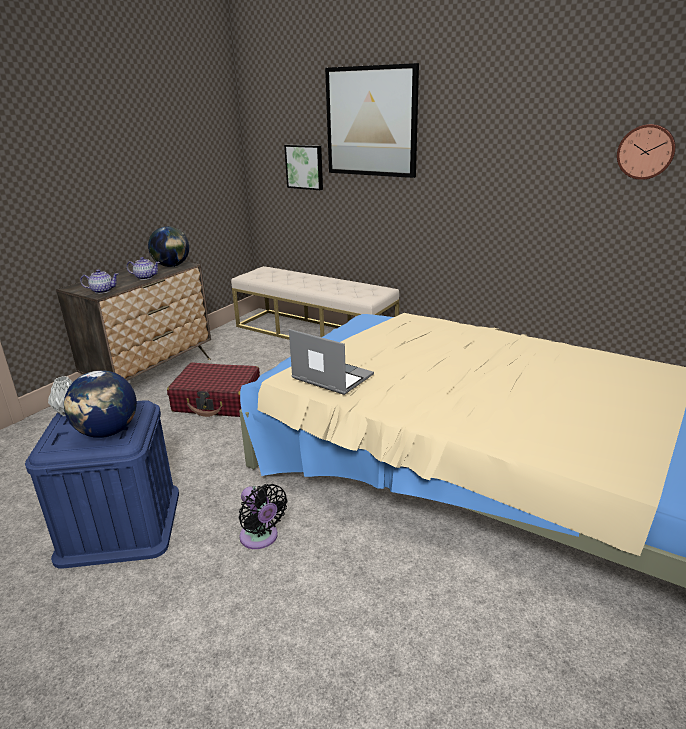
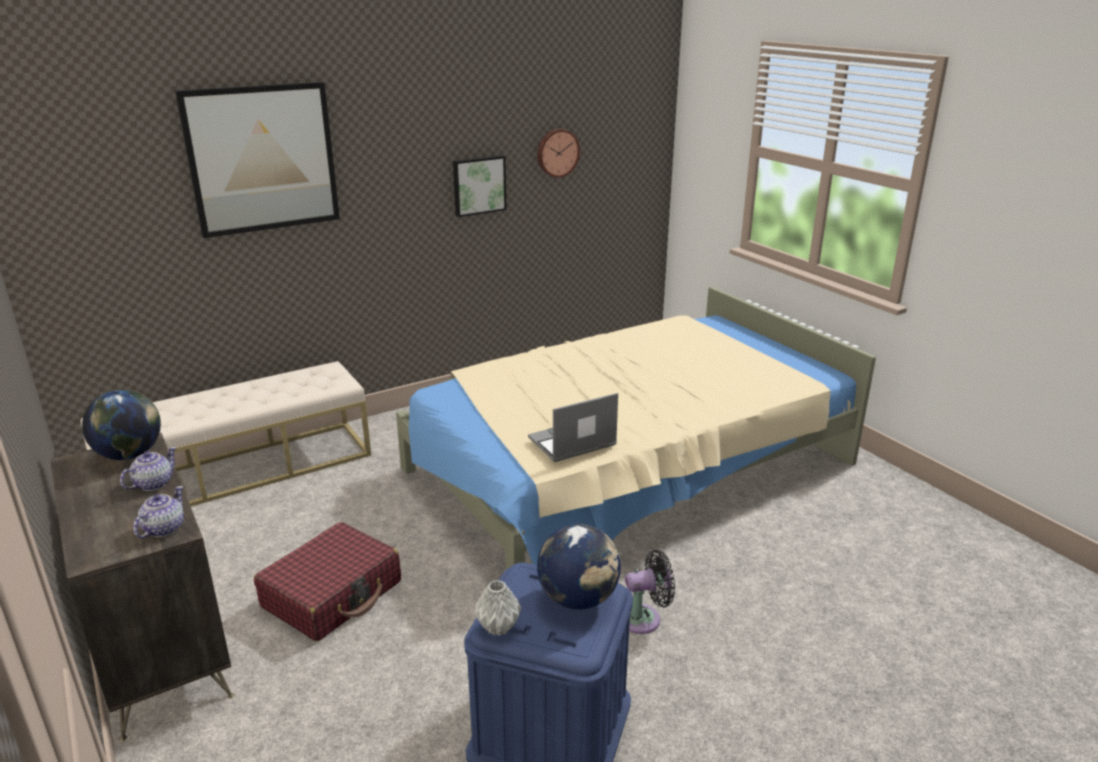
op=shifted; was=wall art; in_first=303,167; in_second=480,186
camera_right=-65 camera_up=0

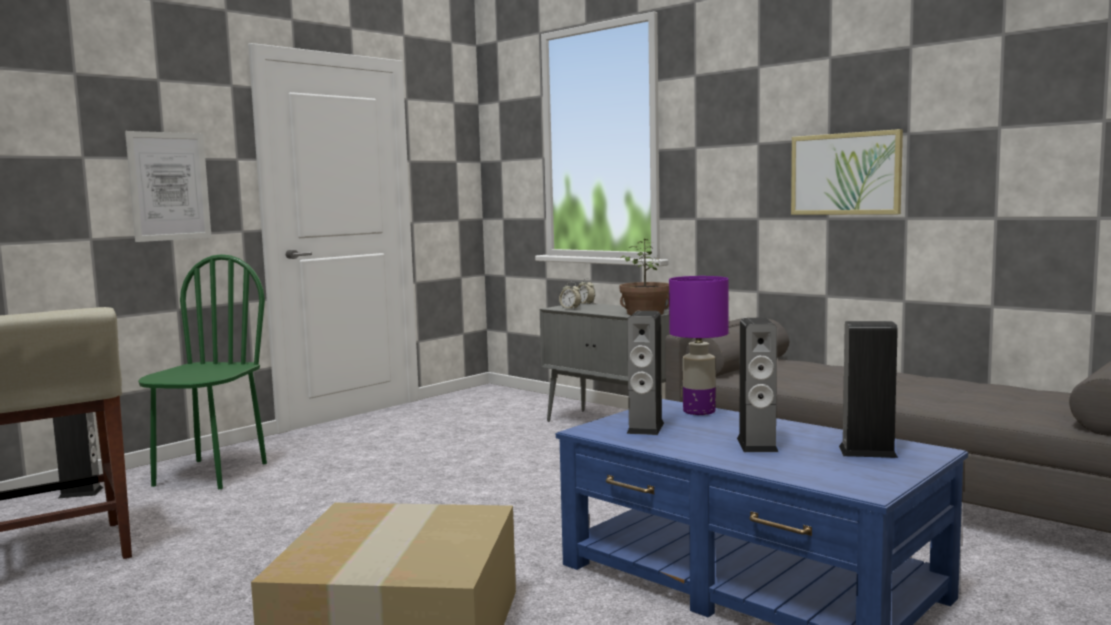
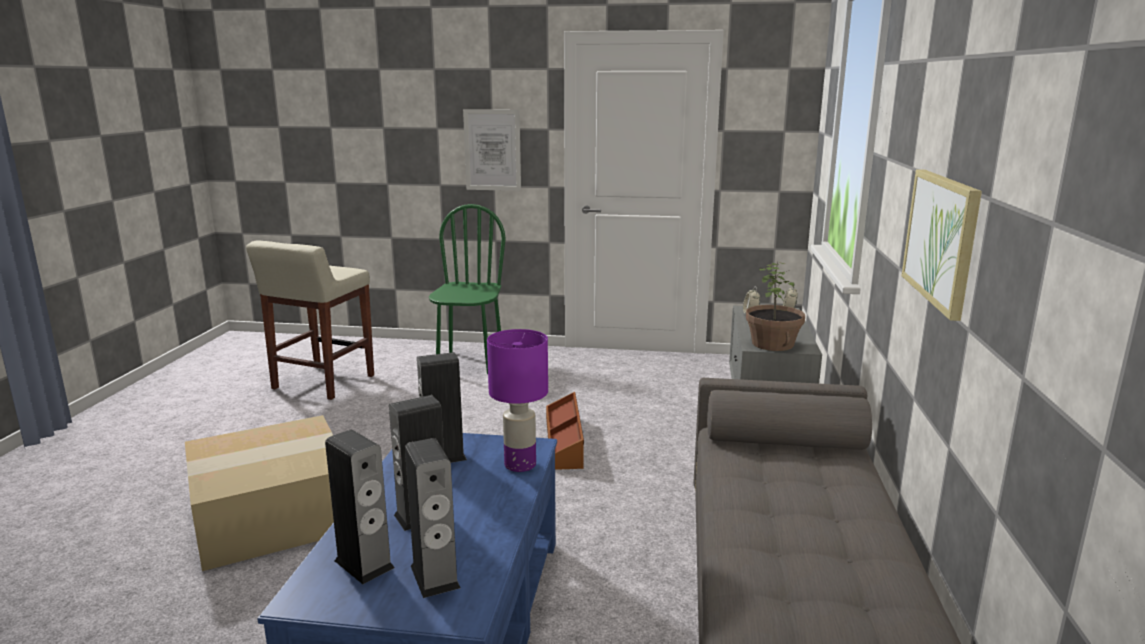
op=shifted; was=loudspeaker; in_first=78,455; in_second=360,507
op=rotated; was=upright chair (green-coloured); in_first=202,371; in_second=467,289; clockwise=-60
op=new; now=storage box (brown-coloured); in_second=565,431
camera_right=55 camera_up=10

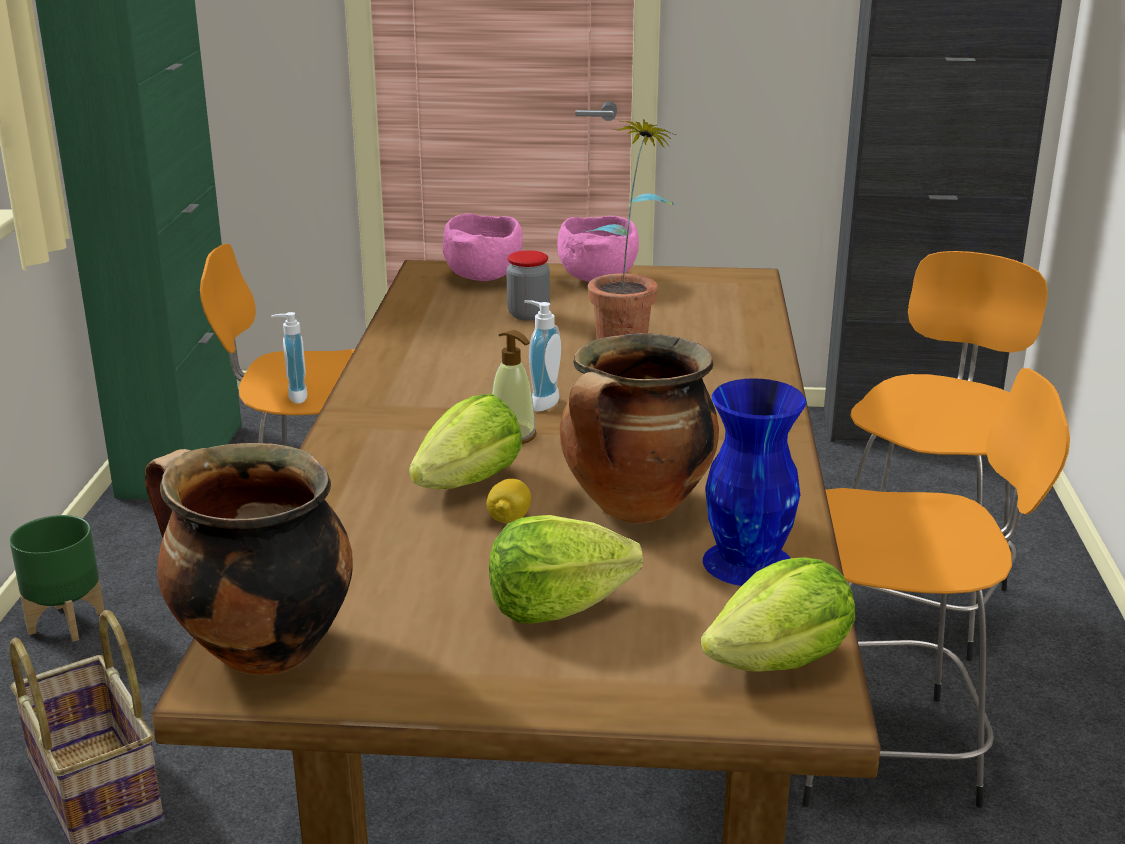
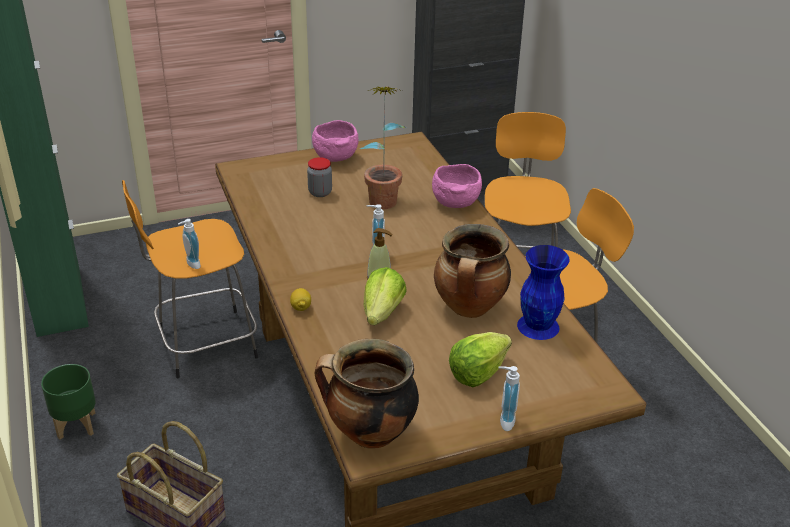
op=shifted; was=serving bowl (pink-coloured); in_first=483,247; in_second=457,186
op=shifted; was=lemon; in_first=508,501; in_second=300,299
op=gone; was=lettuce head; in_first=778,614
op=new; now=soap bottle; in_second=509,398
camera_right=-25 camera_up=10

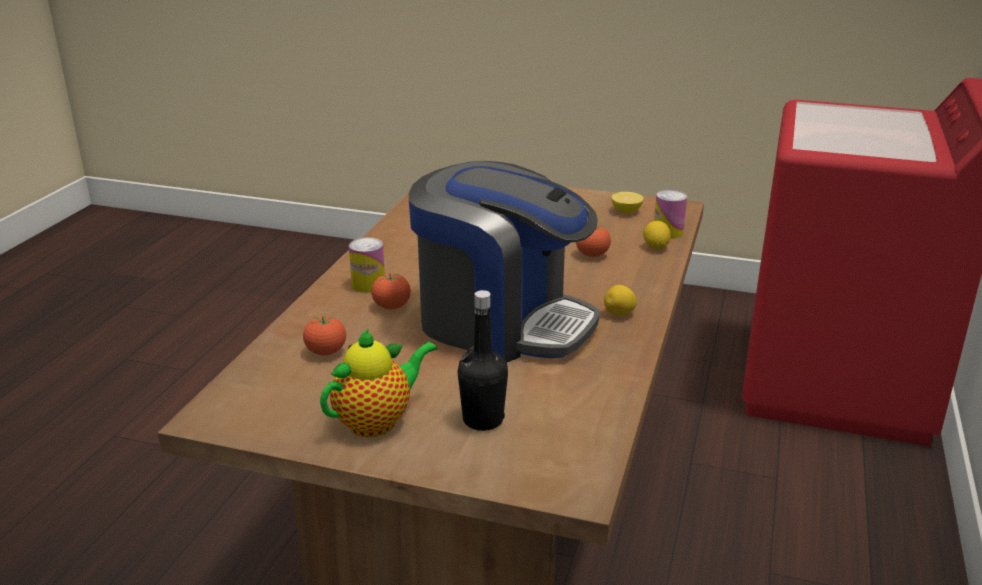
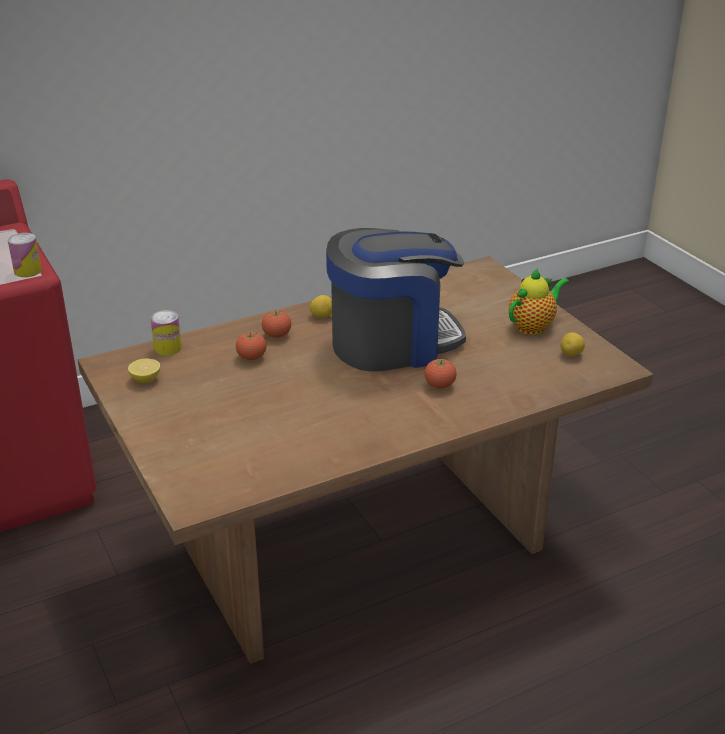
op=shifted; was=fresh tomato; in_first=324,335; in_second=276,324
op=rotated; was=pot for tea; in_first=379,382; in_second=539,301; clockwise=135
op=shifted; was=sealed can; in_first=367,265; in_second=25,255
op=rotated; was=coffee maker; in_first=504,261; in_second=396,299; clockwise=90
op=gone; was=drink bottle (blackish); in_first=482,360
op=shifted; was=lemon; in_first=656,235; in_second=572,344
camera_right=-135 camera_up=5

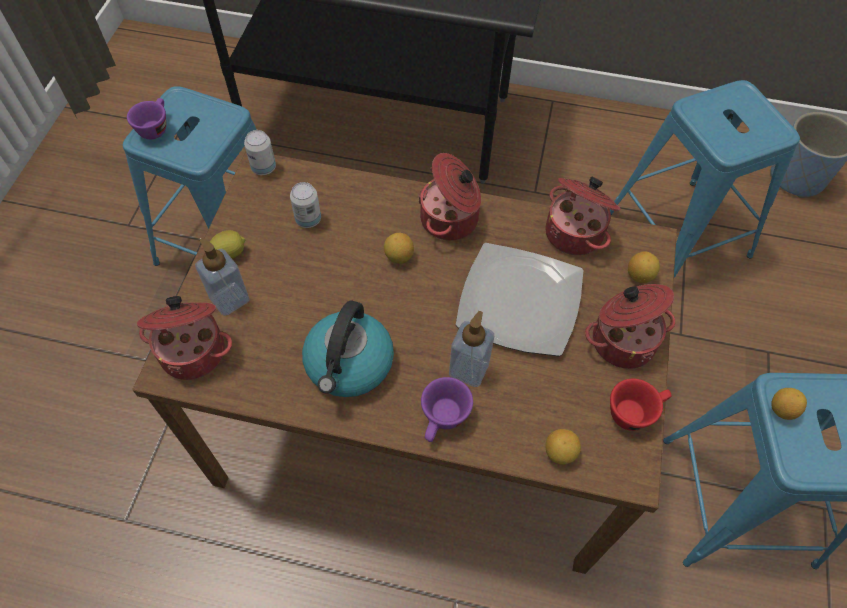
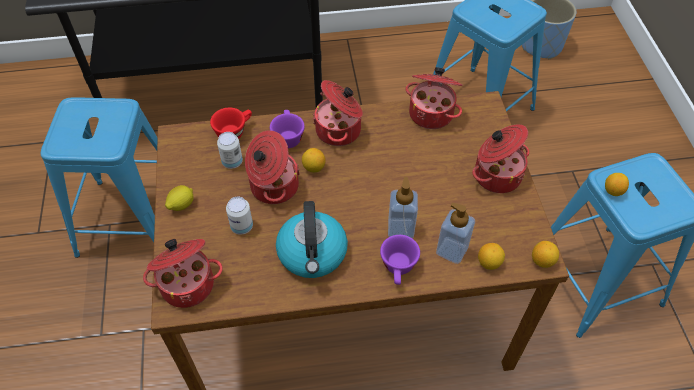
op=shifted; was=cup (purple-coloured); in_first=146,118; in_second=287,129
op=shifted; was=soap bottle; in_first=222,277; in_second=455,233
op=shifted; was=sealed can; in_first=260,152; in_second=239,216
op=gone; was=dinner plate; in_first=519,299
op=shifted; was=cup (red-coloured); in_first=641,405; in_second=231,123
op=shifted; was=lemon; in_first=644,267; in_second=545,254
op=new; now=cooking pot; in_second=272,167
camera_right=-20 camera_up=-5

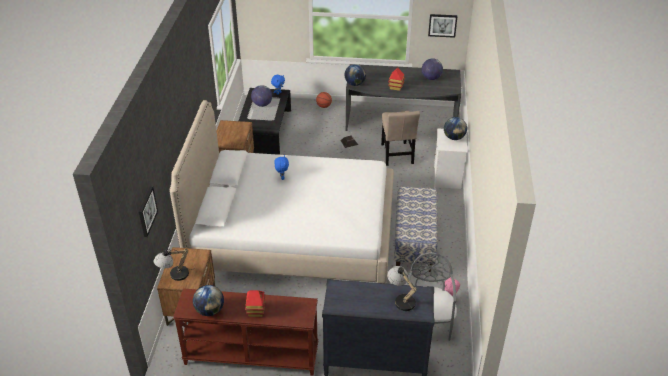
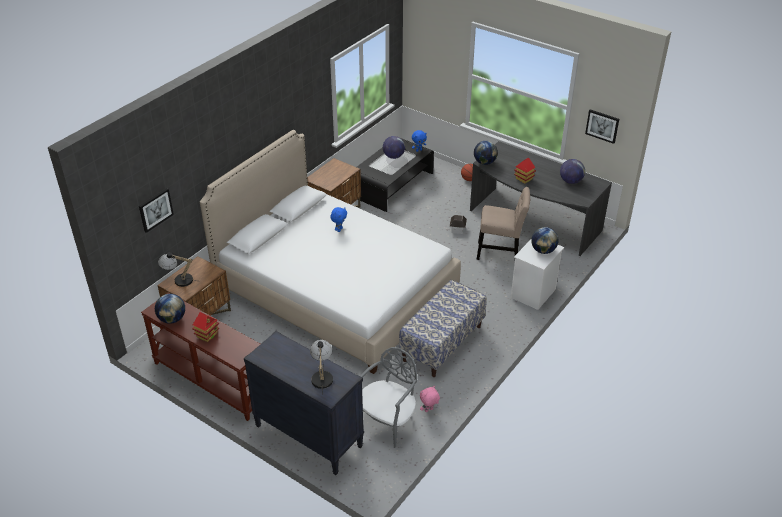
op=rotated; was=upright chair (beige); in_first=400,138; in_second=503,223; clockwise=-105
camera_right=30 camera_up=0

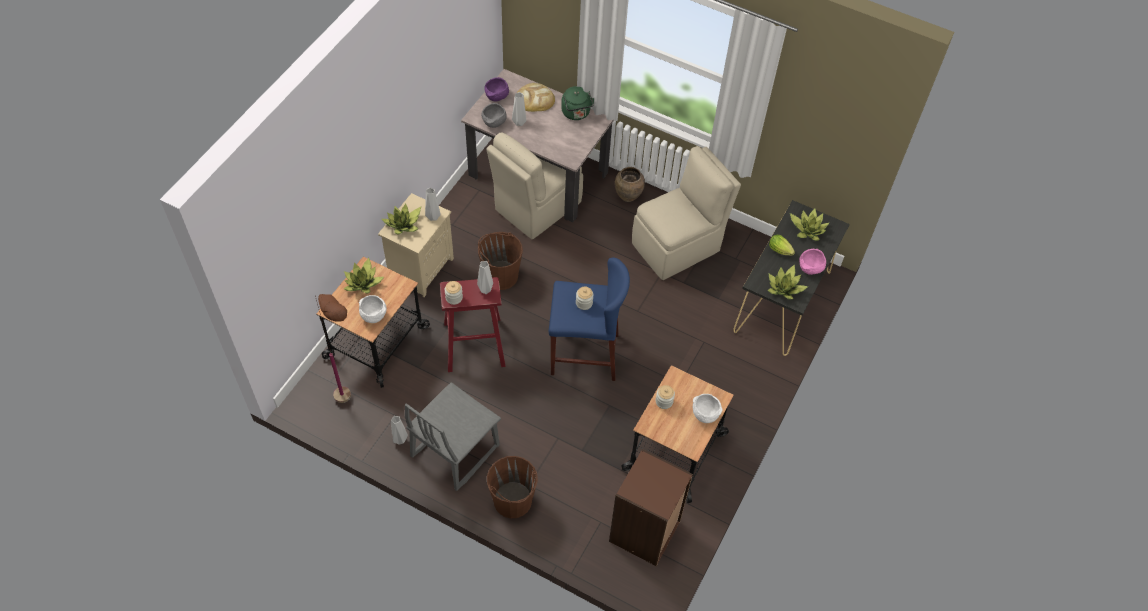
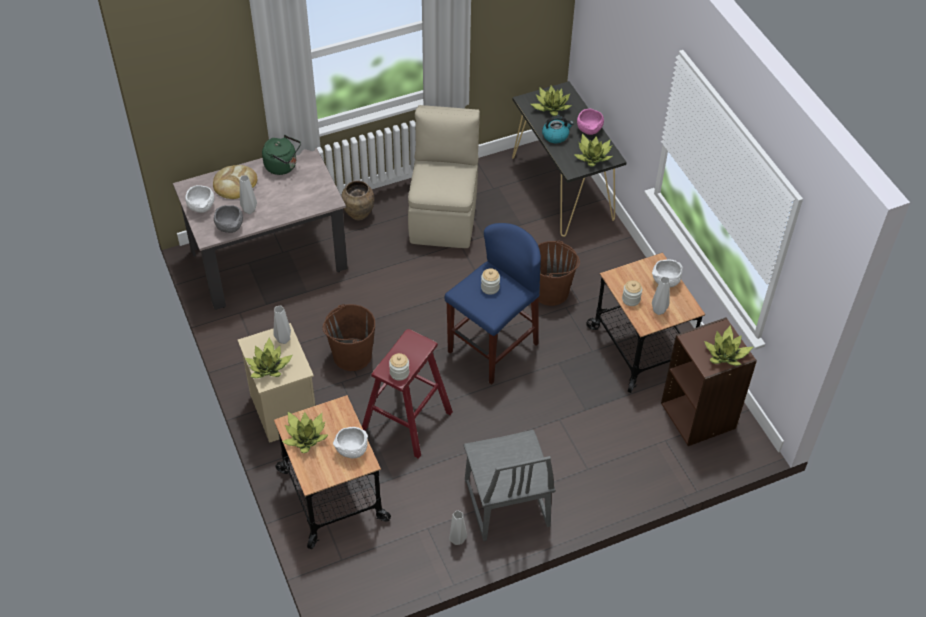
op=gone; was=standing lamp (brown-coloured); in_first=333,348
op=shifted; was=vase (grey); in_first=485,277; in_second=661,296
op=repainted; was=serving bowl (purple-coloured); now=serving bowl (whitish); in_first=496,89; in_second=199,199
op=gone; was=upright chair (beige); in_first=534,185
op=shifted; was=pail (brown-coloured); in_first=512,487; in_second=559,273
op=swapped; was=lettuce head; now=tea kettle; in_first=782,245; in_second=558,129
op=new; now=plant in a pot; in_second=728,345
camera_right=-50 camera_up=-5

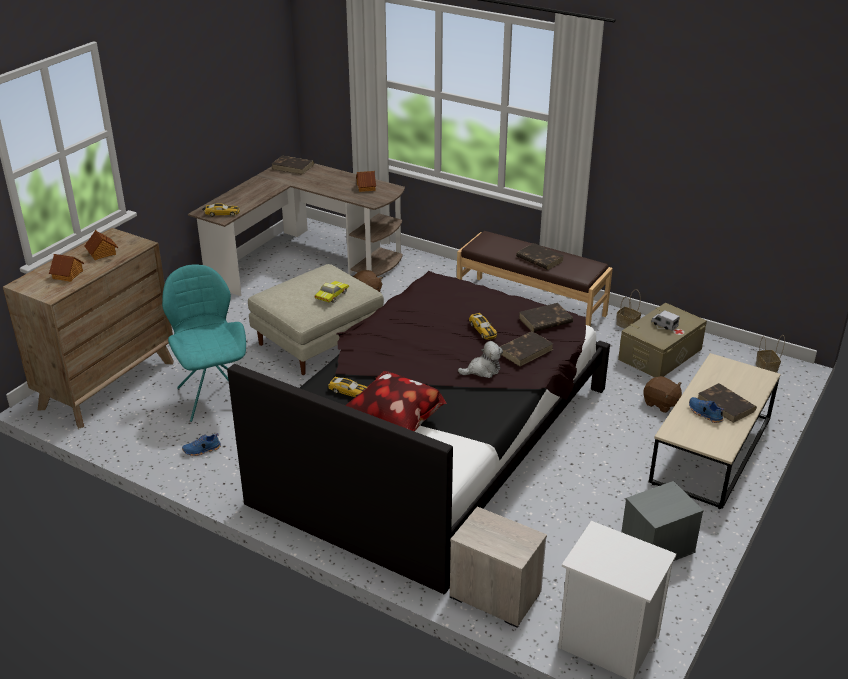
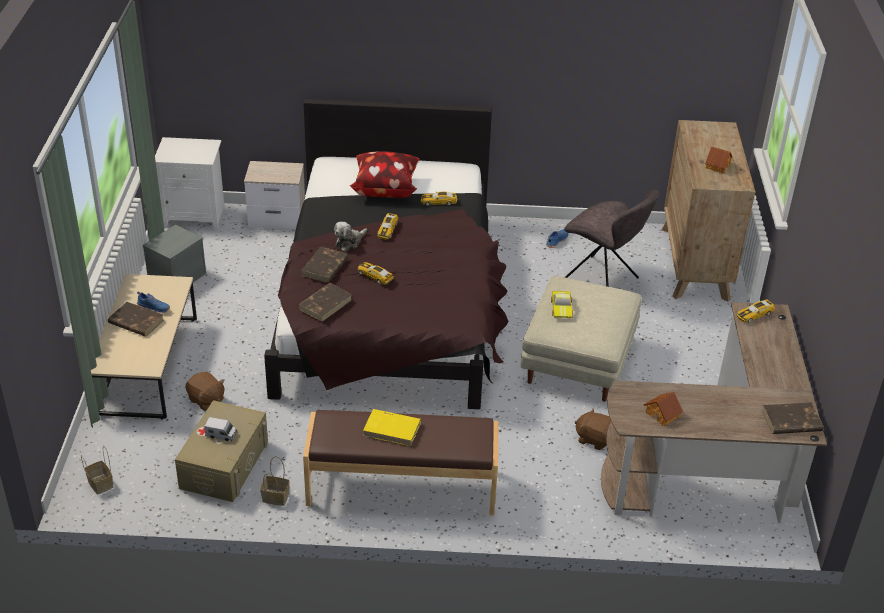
op=gone; was=model house; in_first=66,268
op=repainted; was=upright chair (turquoise-coloured); now=upright chair (grey); in_first=204,343; in_second=612,238
op=repainted; was=volume (brown-coloured); now=volume (yellow-coloured); in_first=540,256; in_second=392,427
op=rotated; was=soft toy (brown-coloured); in_first=662,394; in_second=205,391; clockwise=-150
op=new; now=miniature car; in_second=387,226
camera_right=150 camera_up=5

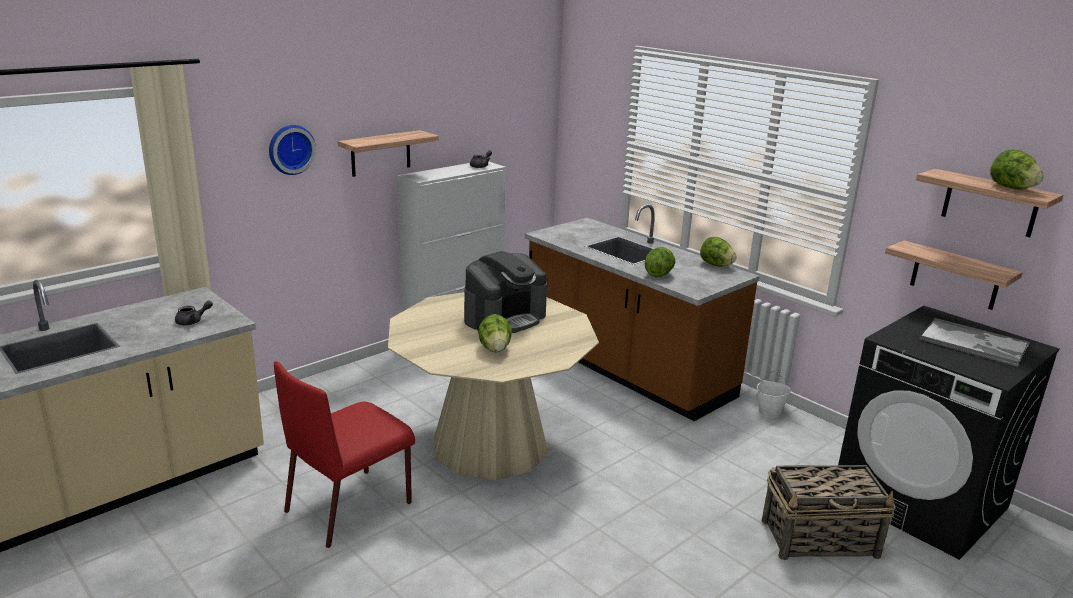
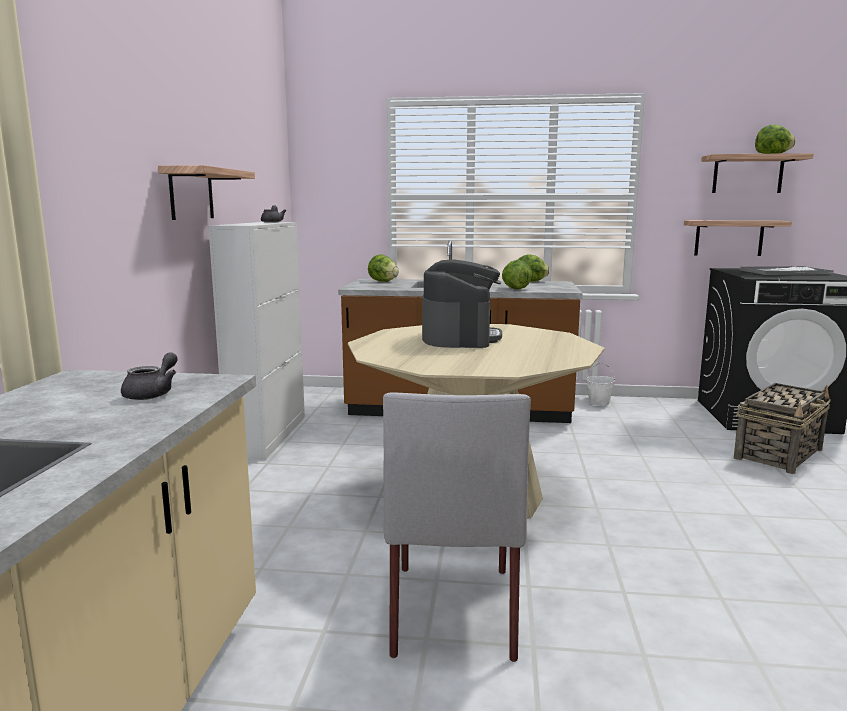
op=gone; was=hanging clock; in_first=292,150
op=repainted; was=upright chair (red-coloured); now=upright chair (grey); in_first=344,454; in_second=457,527
op=shifted; was=lettuce head; in_first=495,333; in_second=383,268
camera_right=-40 camera_up=-10

